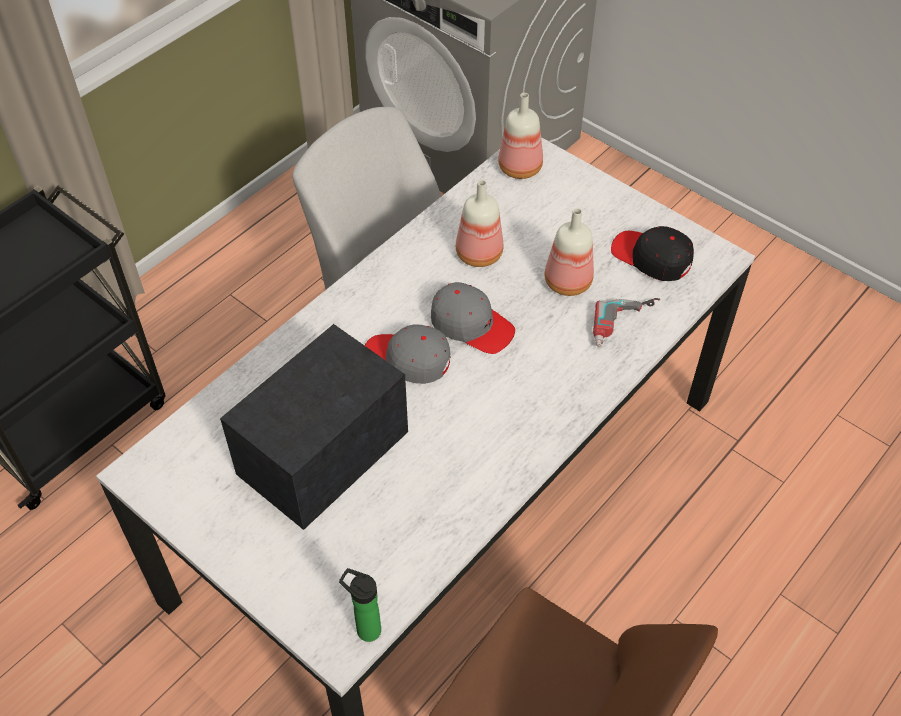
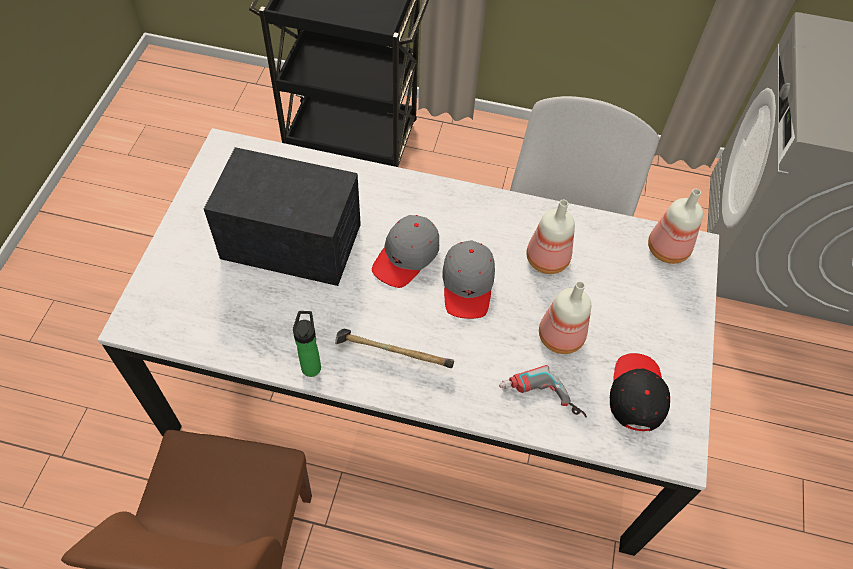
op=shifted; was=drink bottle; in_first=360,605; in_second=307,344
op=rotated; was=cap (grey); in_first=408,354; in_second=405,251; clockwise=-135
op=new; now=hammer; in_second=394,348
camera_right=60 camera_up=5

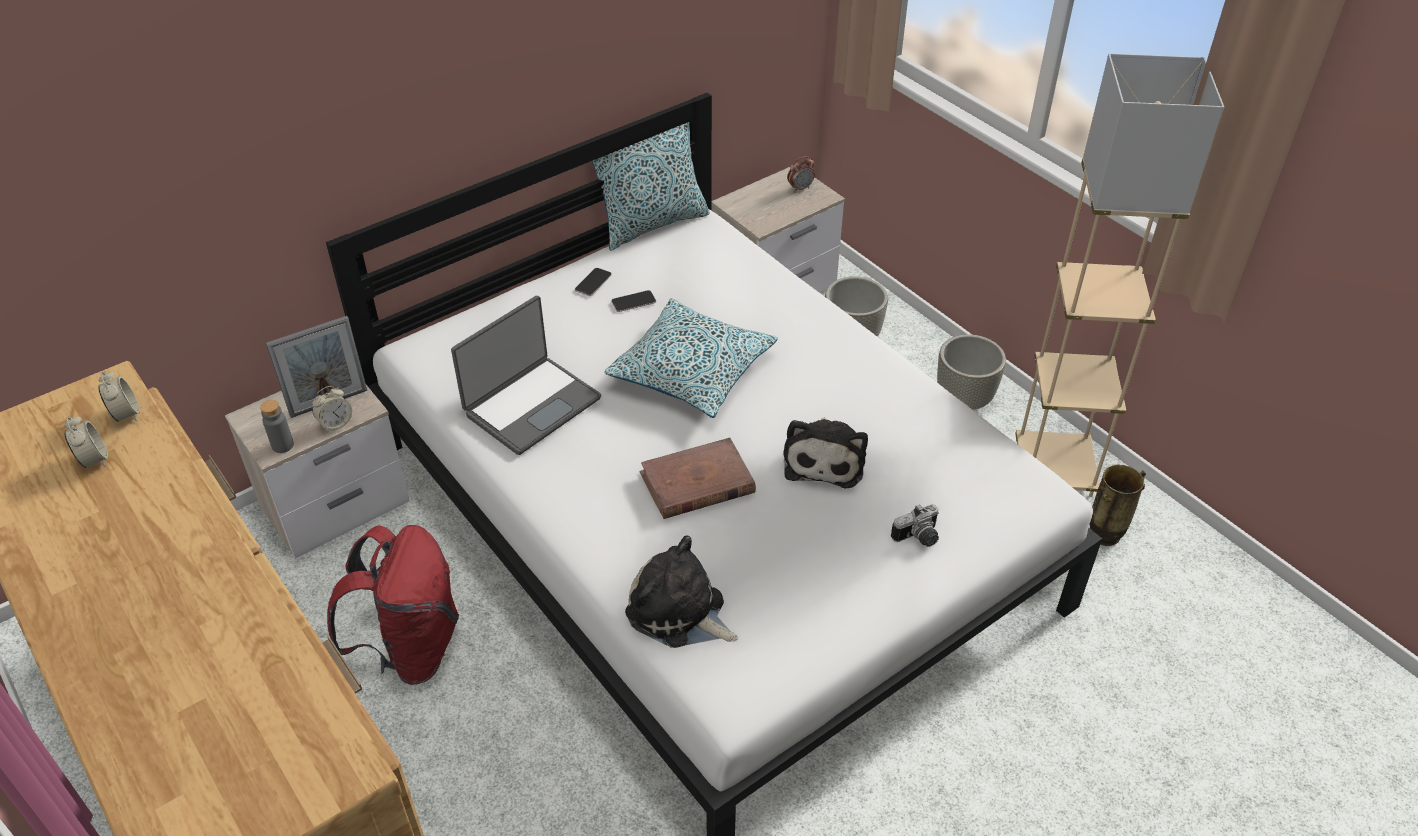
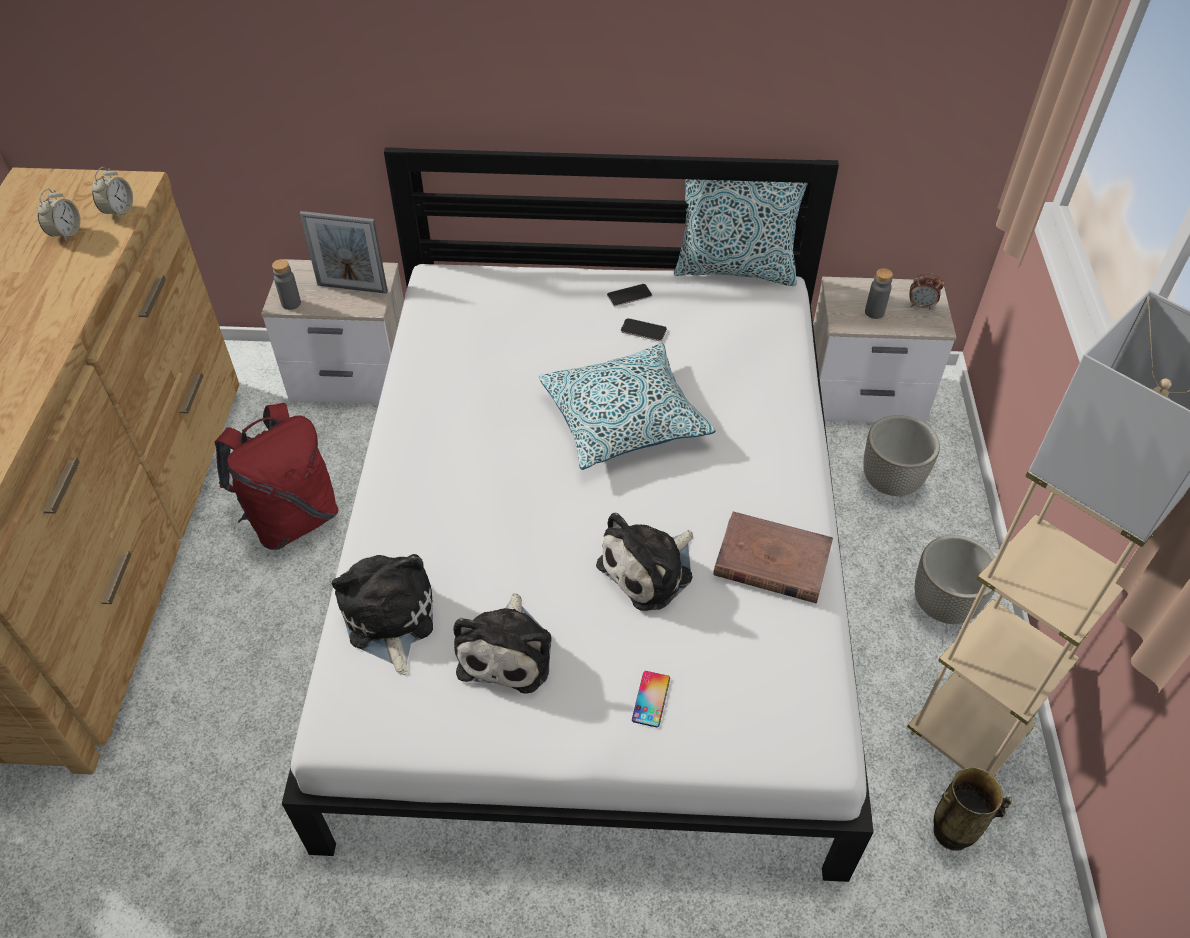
op=gone; was=bedside clock; in_first=332,409
op=gone; was=notebook computer; in_first=526,375
op=shifted; was=volume (brown-coloured); in_first=697,478; in_second=773,557
op=swapped; was=still camera; now=phone; in_first=915,525; in_second=651,699
op=new; now=soft toy; in_second=502,643
op=new; now=drink bottle (grey); in_second=879,293
camera_right=40 camera_up=5

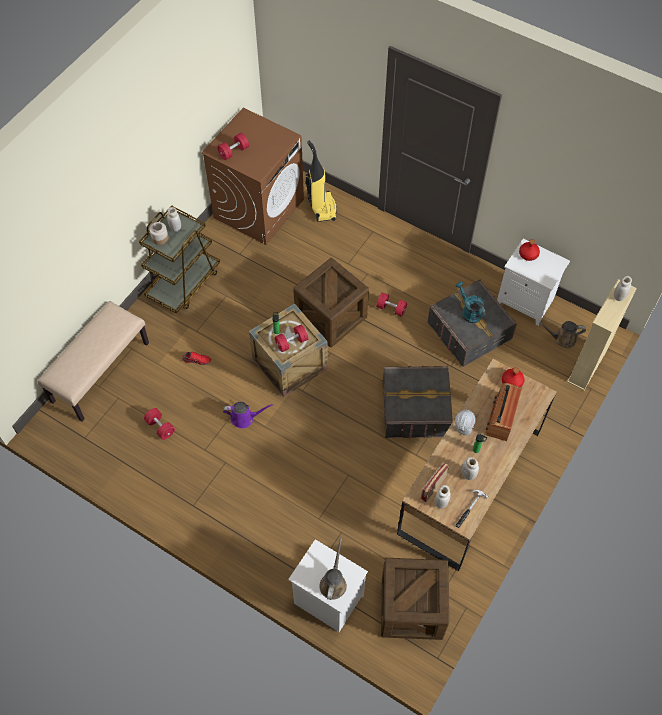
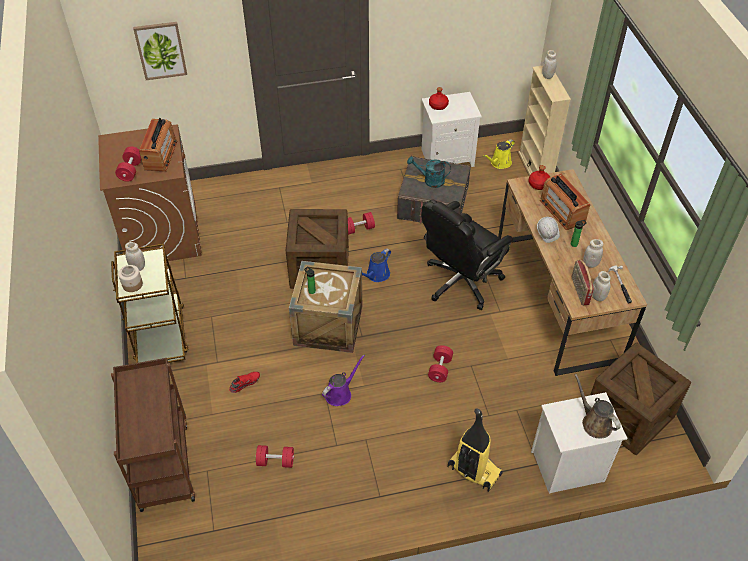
op=swapped; was=indoor bench (beige); now=cart (brown-coloured); in_first=93,361; in_second=153,435
op=shifted; was=dumbbell (red-coloured); in_first=291,338; in_second=440,363
op=shifted; was=hoover; in_first=321,181; in_second=475,450
op=swapped; was=storage box (grey); now=office chair (blackish); in_first=418,402; in_second=467,254
op=repainted; was=watering can (brown-coloured); now=watering can (yellow-coloured); in_first=562,334; in_second=499,154
op=new; now=wall art; in_second=160,51
op=new; now=radio receiver; in_second=158,145
op=new; now=watering can (blue-coloured); in_second=376,265
camera_right=-45 camera_up=-10

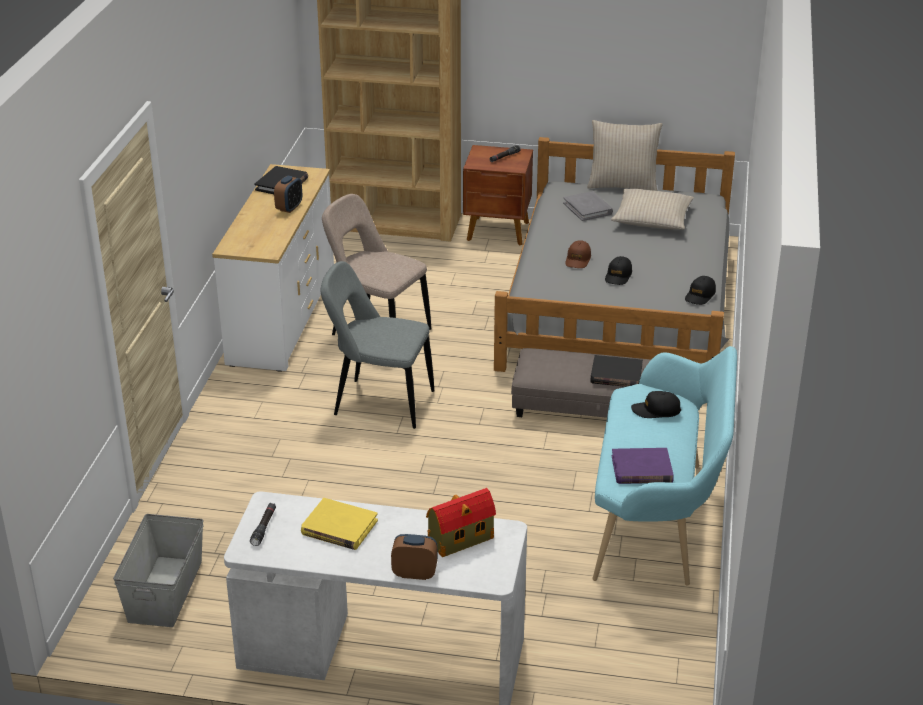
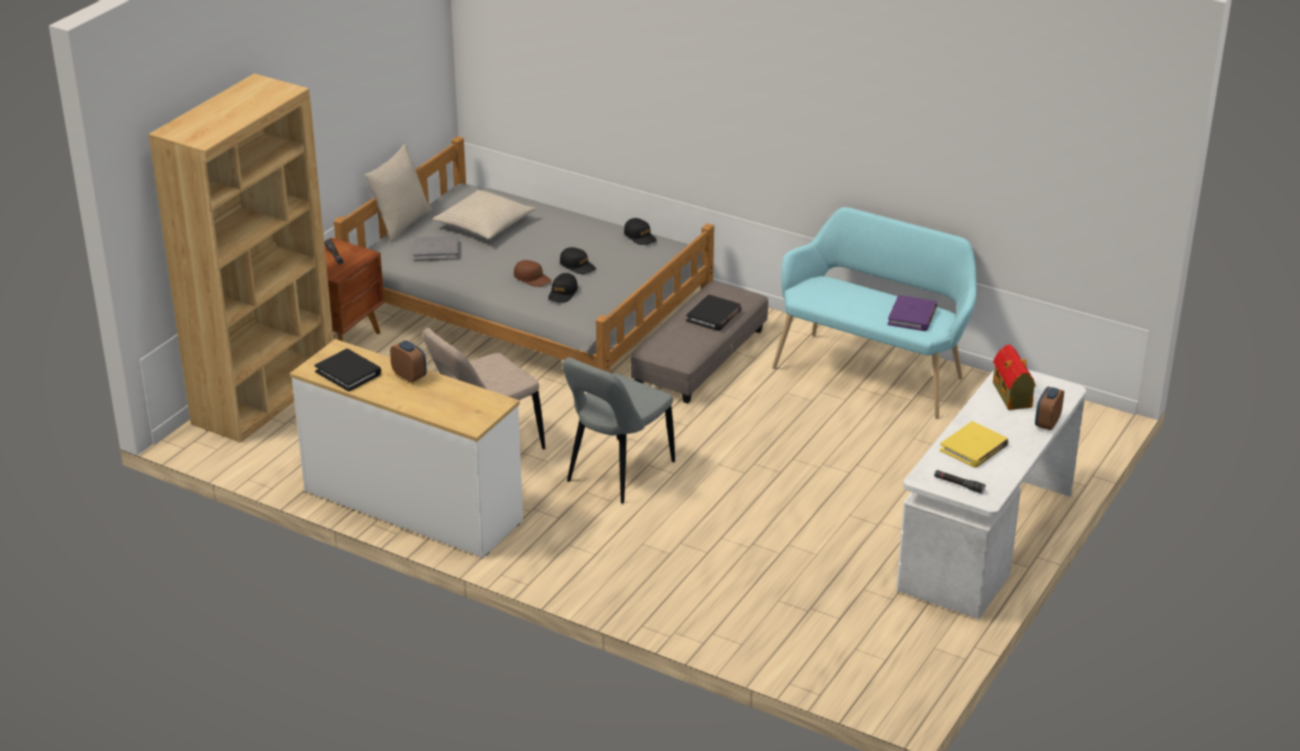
op=gone; was=storage box (grey); in_first=158,570
op=shifted; was=cap (blackish); in_first=656,404; in_second=563,288
camera_right=-70 camera_up=0

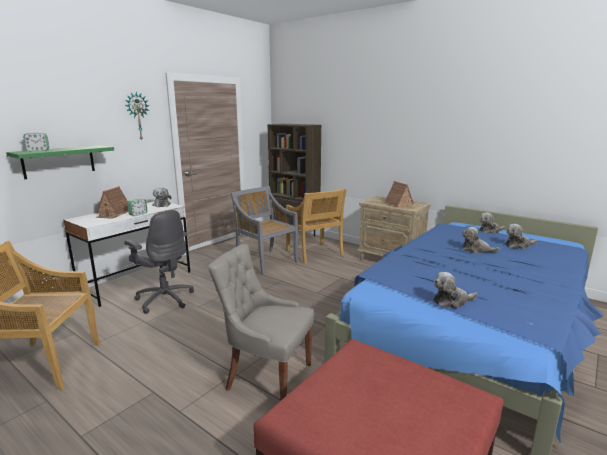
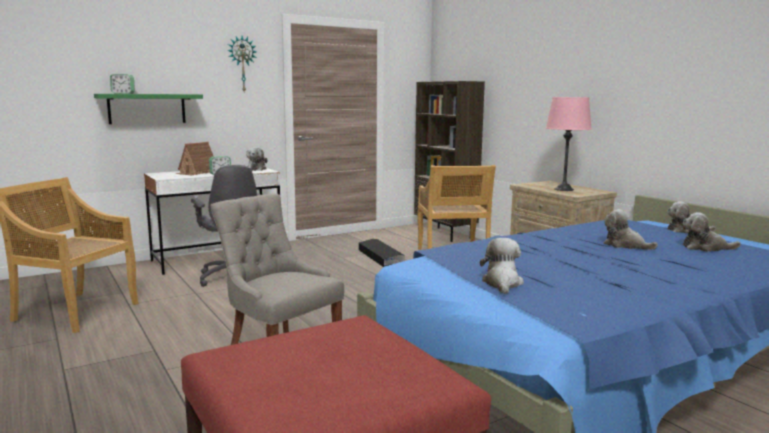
op=swapped; was=upright chair (grey); now=storage box (blackish); in_first=265,230; in_second=382,253
op=swapped; was=model house; now=table lamp (pink-coloured); in_first=399,194; in_second=569,144
op=rotated; was=soft toy; in_first=455,290; in_second=502,266; clockwise=90
camera_right=20 camera_up=-5

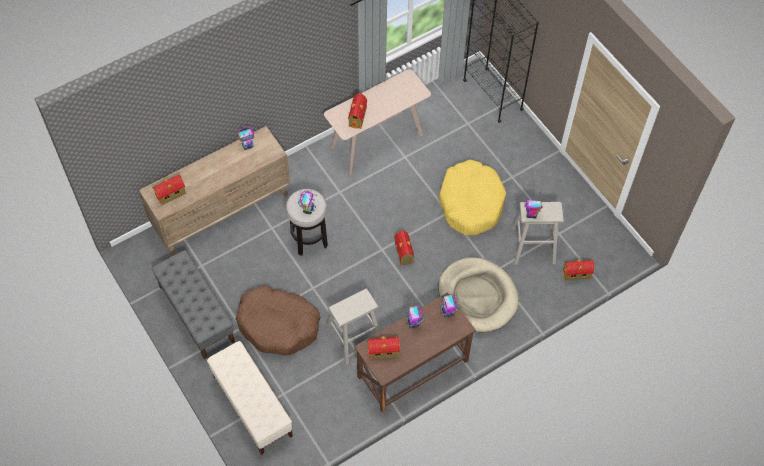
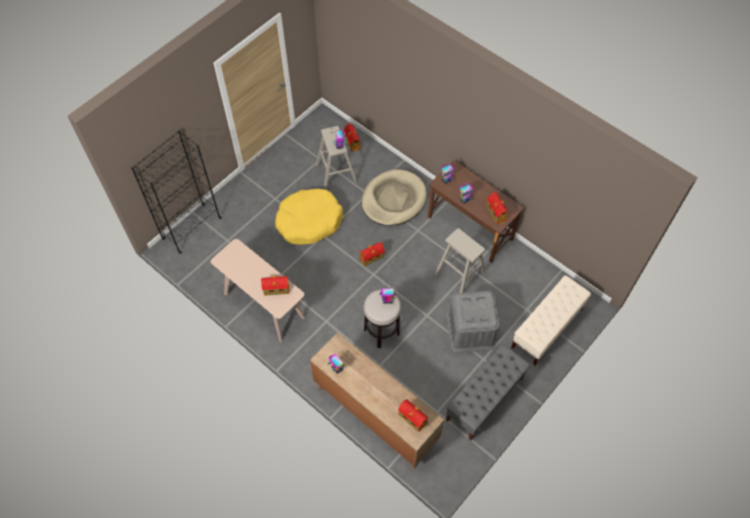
op=swapped; was=pet bed (brown-coloured); now=storage box (grey); in_first=278,320; in_second=473,322
camera_right=-105 camera_up=0

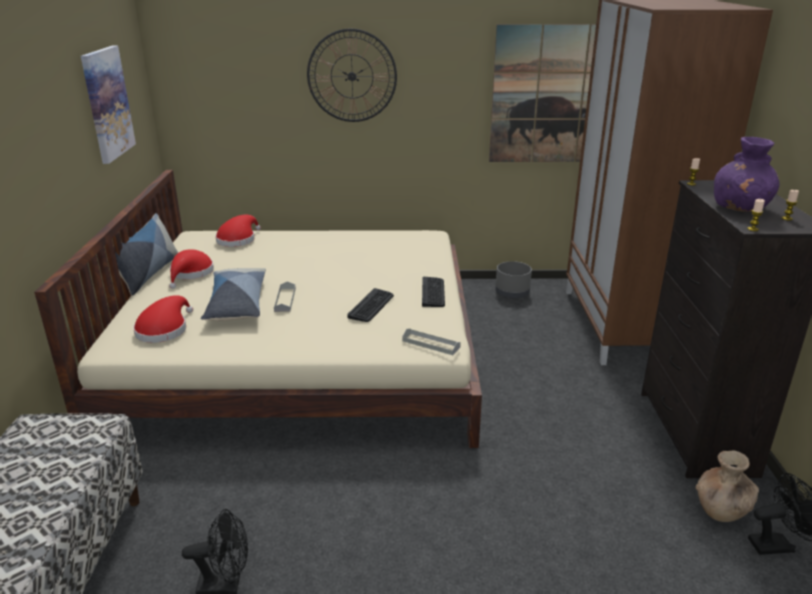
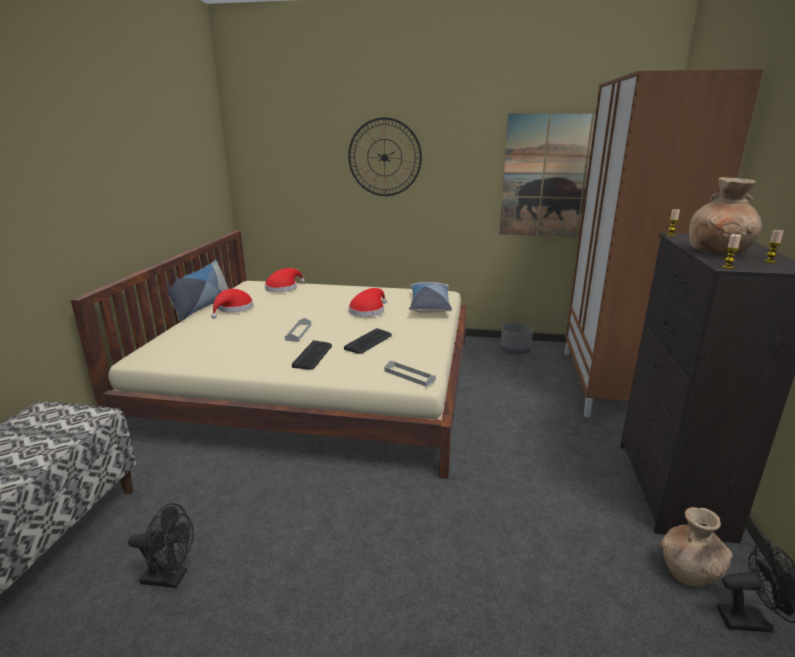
op=gone; was=wall art; in_first=108,105
op=shifted; was=wearable hat (red-coloured); in_first=163,319; in_second=368,302
op=shifted; was=cushion; in_first=233,295; in_second=430,297
op=shifted; was=keyboard; in_first=433,292; in_second=312,355
op=repainted; was=vase (purple-coloured); now=vase (brown-coloured); in_first=747,174; in_second=725,216
camera_right=10 camera_up=-5

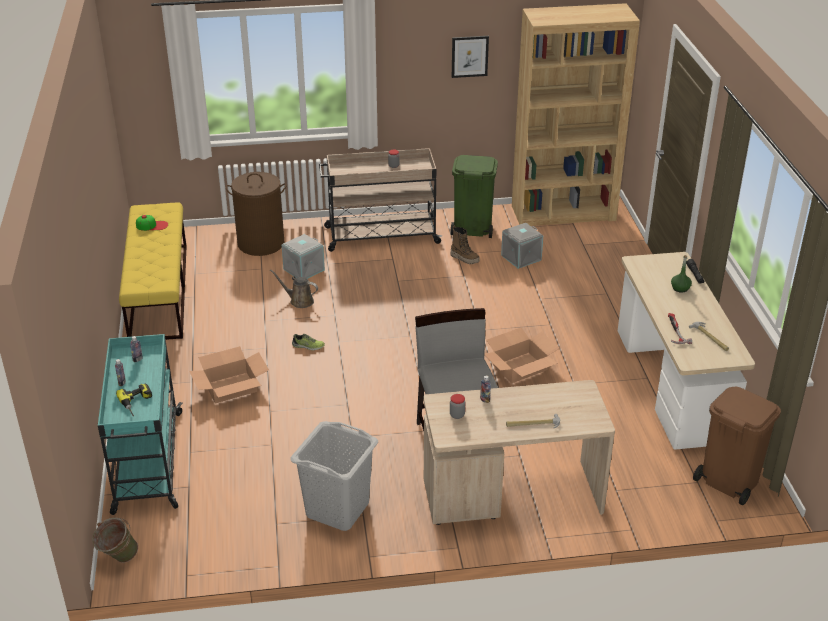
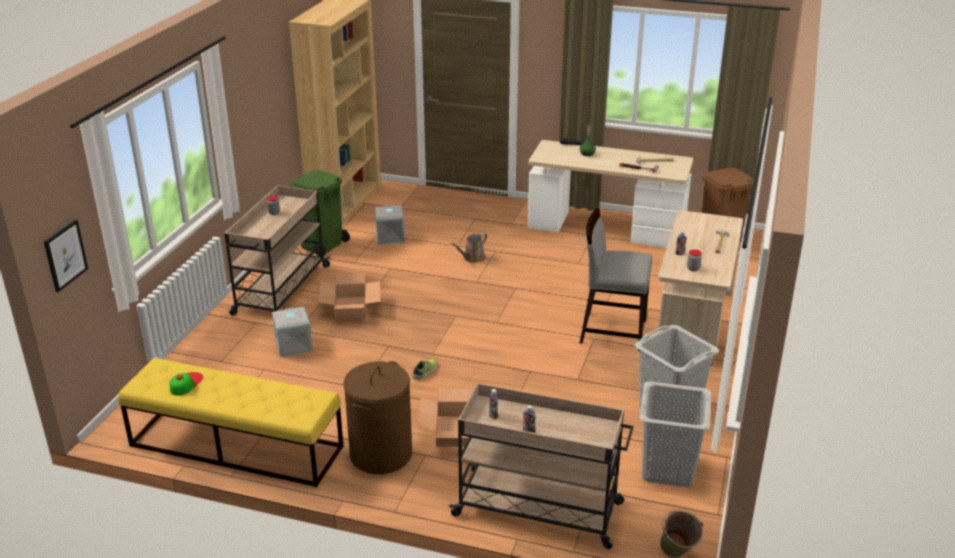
op=repainted; was=cart (turquoise-coloured); now=cart (beige); in_first=140,424; in_second=541,466
op=gone; was=electric drill; in_first=134,399
op=shifted; was=laundry basket (brown-coloured); in_first=256,214; in_second=377,417
op=shifted; was=watering can (brown-coloured); in_first=294,288; in_second=469,248
op=gone; was=tall boot; in_first=465,244
op=shifted; was=wall art; in_first=470,57; in_second=66,255
op=shifted; was=carton; in_first=521,355; in_second=349,296
op=new; now=laundry basket (grey); in_second=675,434
camera_right=-65 camera_up=-5

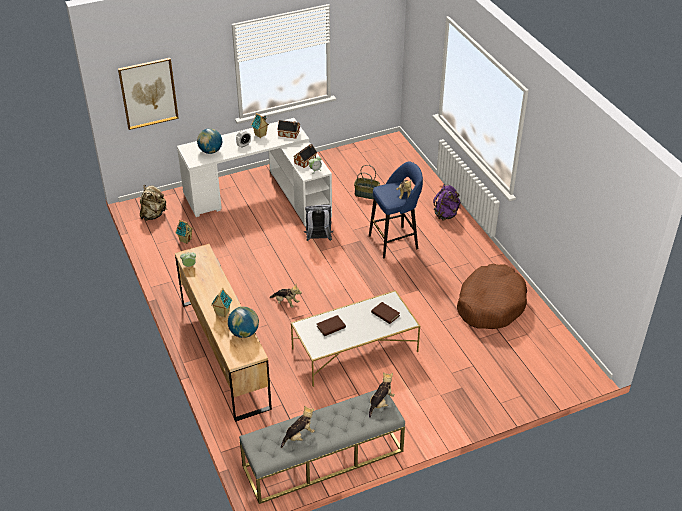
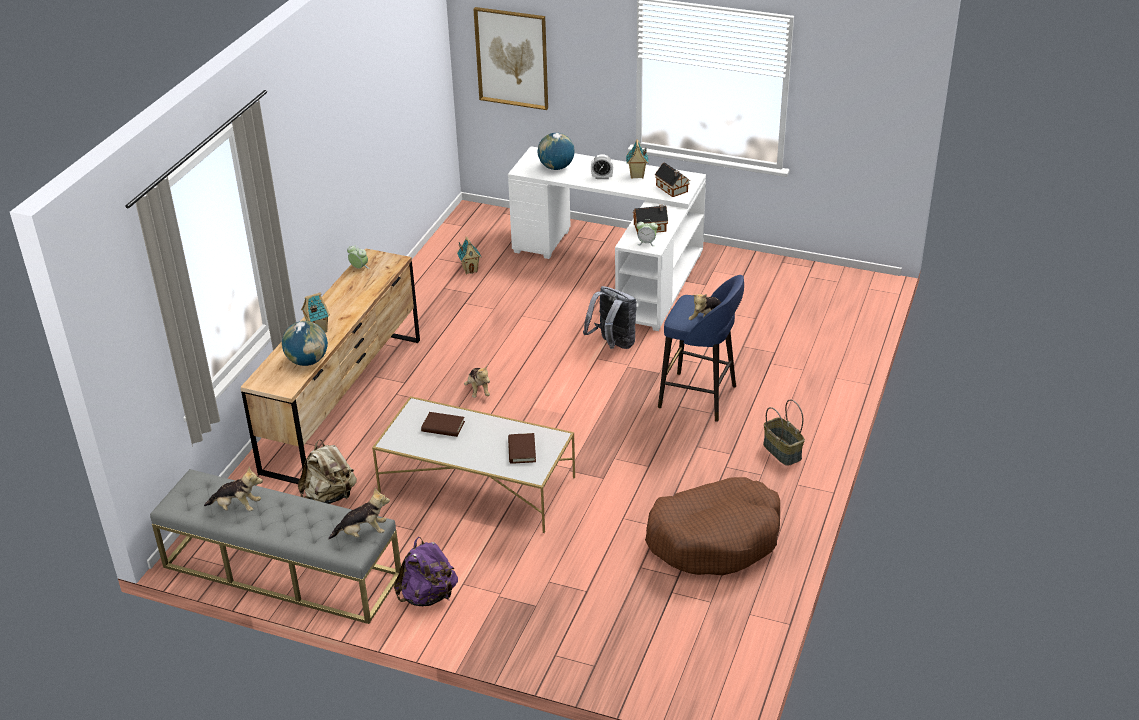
op=shifted; was=rucksack (beige); in_first=153,203; in_second=327,472
op=shifted; was=household basket; in_first=367,182; in_second=784,432
op=shifted; was=rucksack (purple-coloured); in_first=447,203; in_second=426,571
camera_right=45 camera_up=-5

